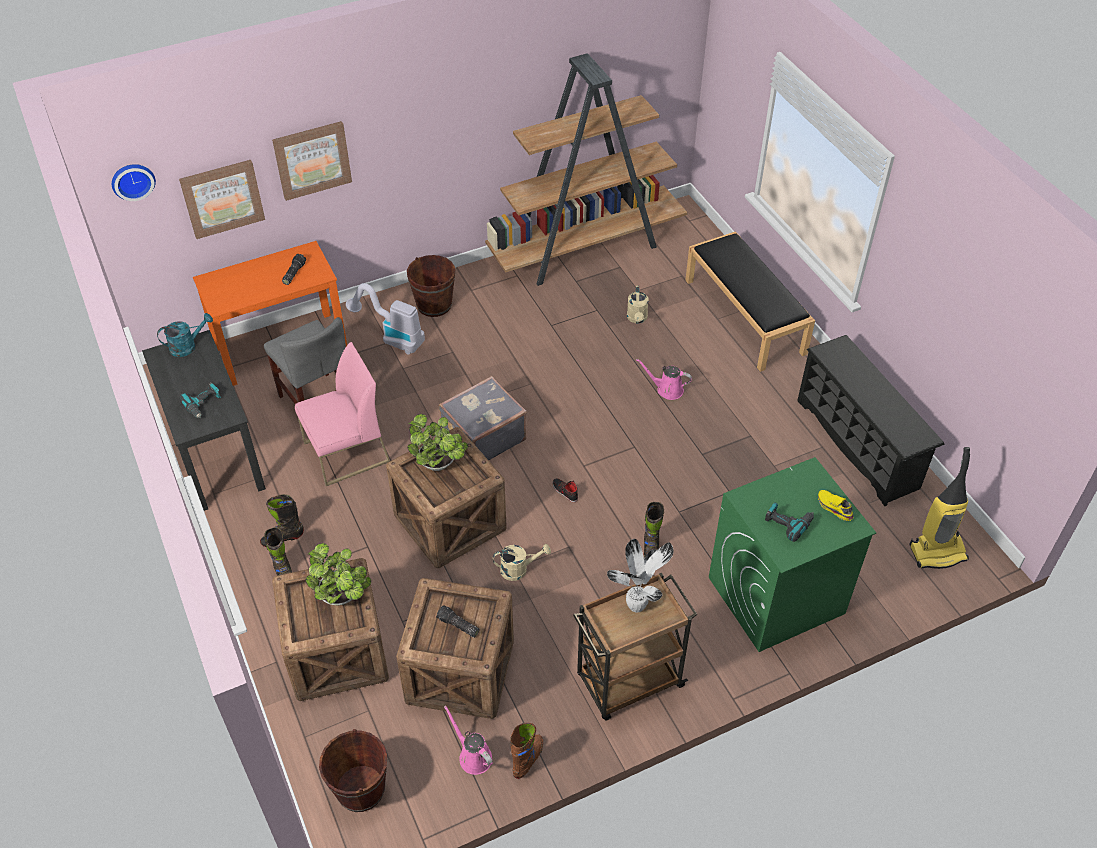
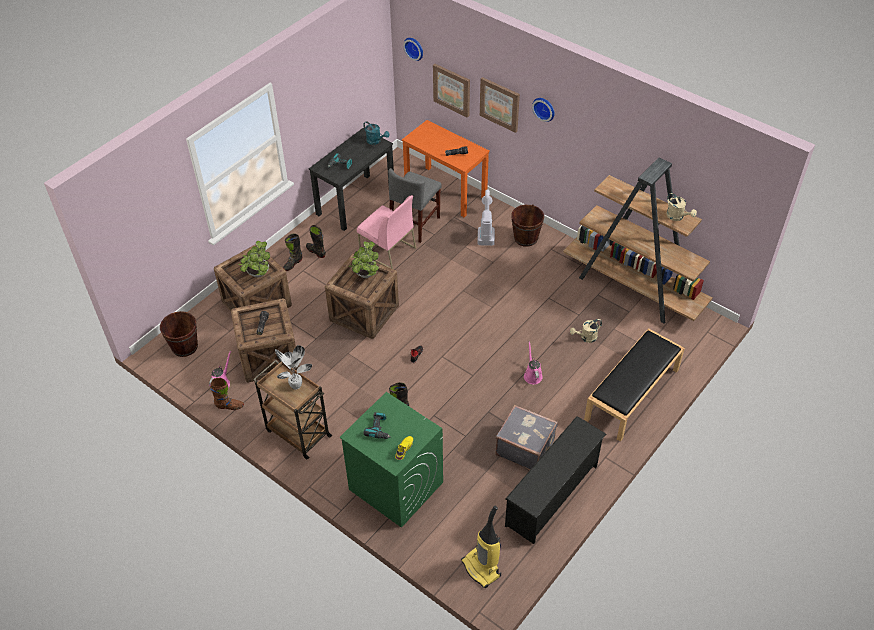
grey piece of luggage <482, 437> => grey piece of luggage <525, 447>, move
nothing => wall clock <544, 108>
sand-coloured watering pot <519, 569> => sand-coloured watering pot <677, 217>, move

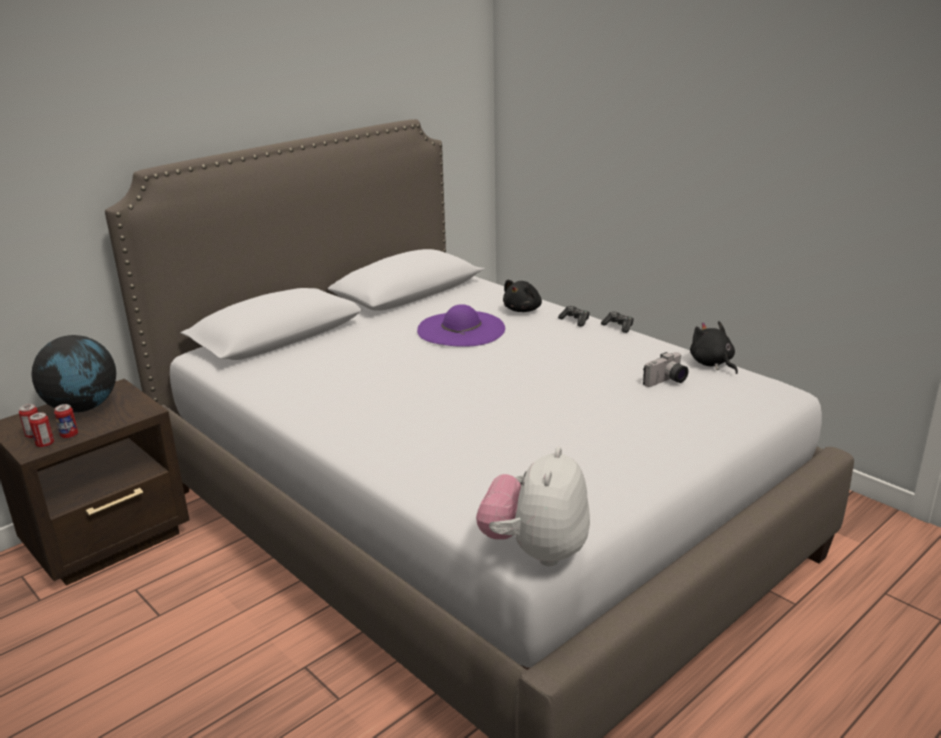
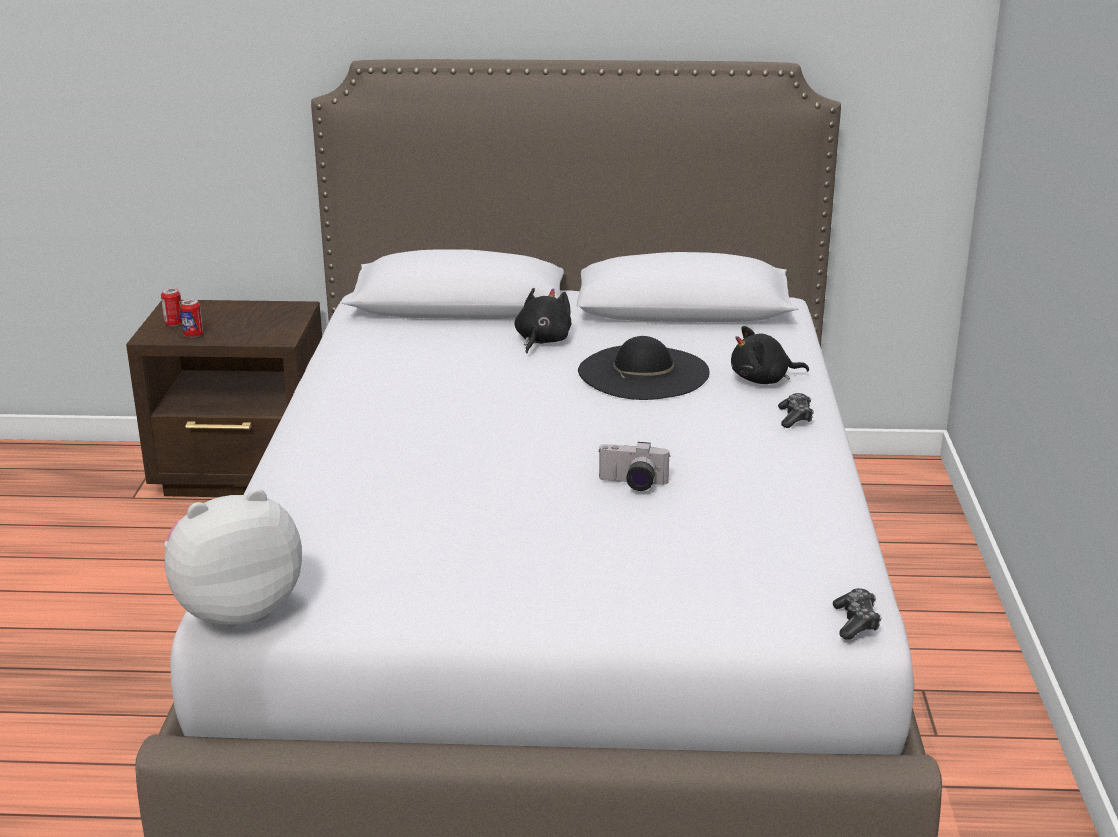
black cuddly toy <712, 363> => black cuddly toy <542, 341>, move
purplish clothing hat <461, 329> => black clothing hat <643, 372>
photo camera <667, 382> => photo camera <632, 484>, move
joypad <618, 326> => joypad <856, 622>, move
metal can <45, 444> => nothing
globe <83, 408> => nothing

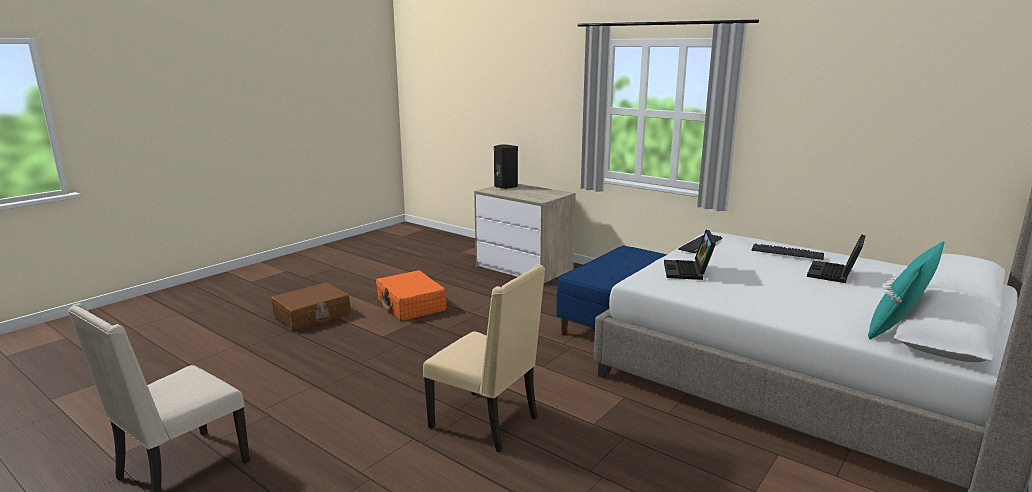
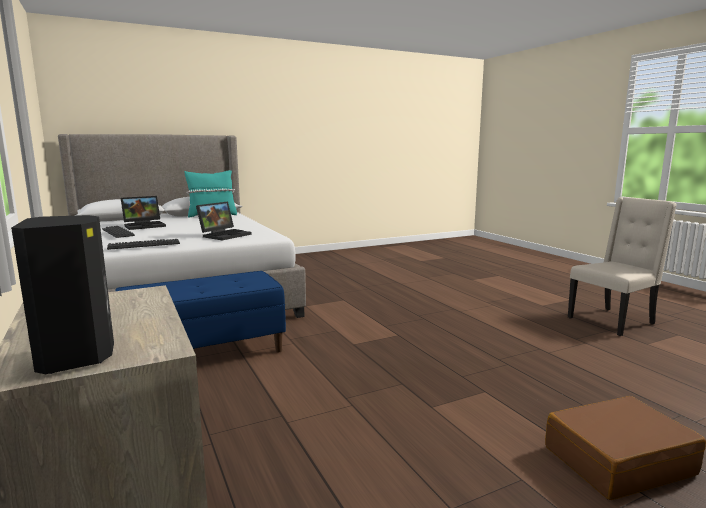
orangey piece of luggage <411, 305> => nothing
sand-coloured chair <487, 422> => nothing

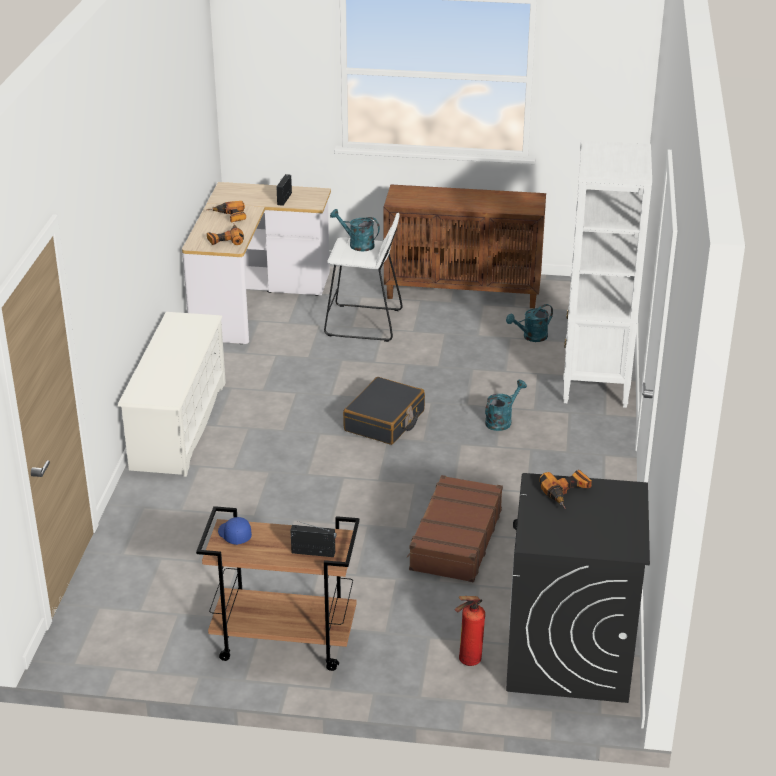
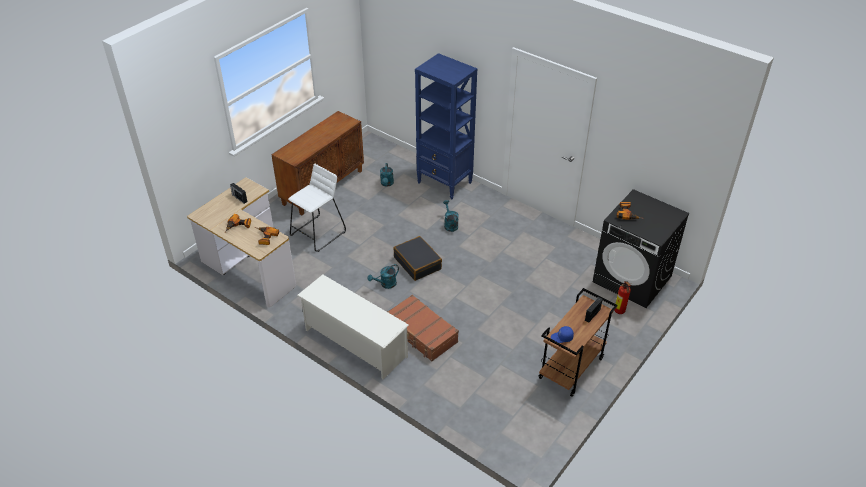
turquoise watering pot <357, 244> => turquoise watering pot <385, 284>, move
brown-coloured piece of luggage <455, 540> => brown-coloured piece of luggage <421, 333>, move
whitish bookcase <595, 384> => blue-coloured bookcase <445, 183>

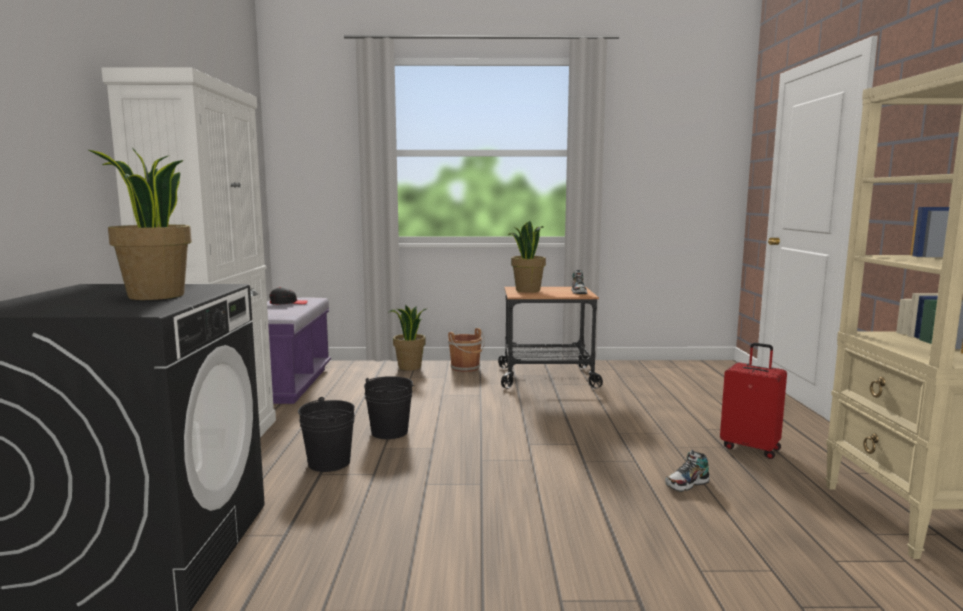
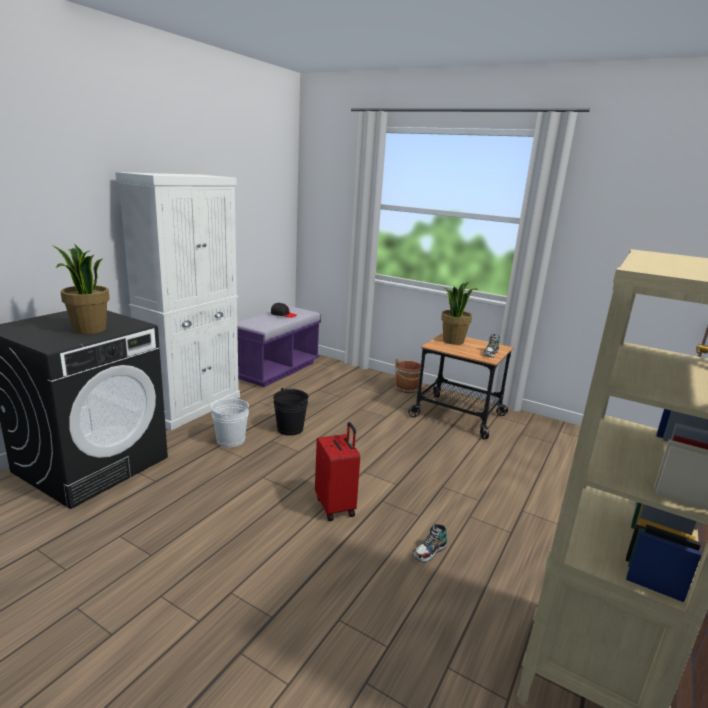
black water bucket <329, 462> => whitish water bucket <231, 440>
red-coloured piece of luggage <751, 448> => red-coloured piece of luggage <336, 506>, move
item of footwear <687, 484> => item of footwear <429, 552>, 45 degrees counterclockwise
plant in a pot <409, 367> => nothing

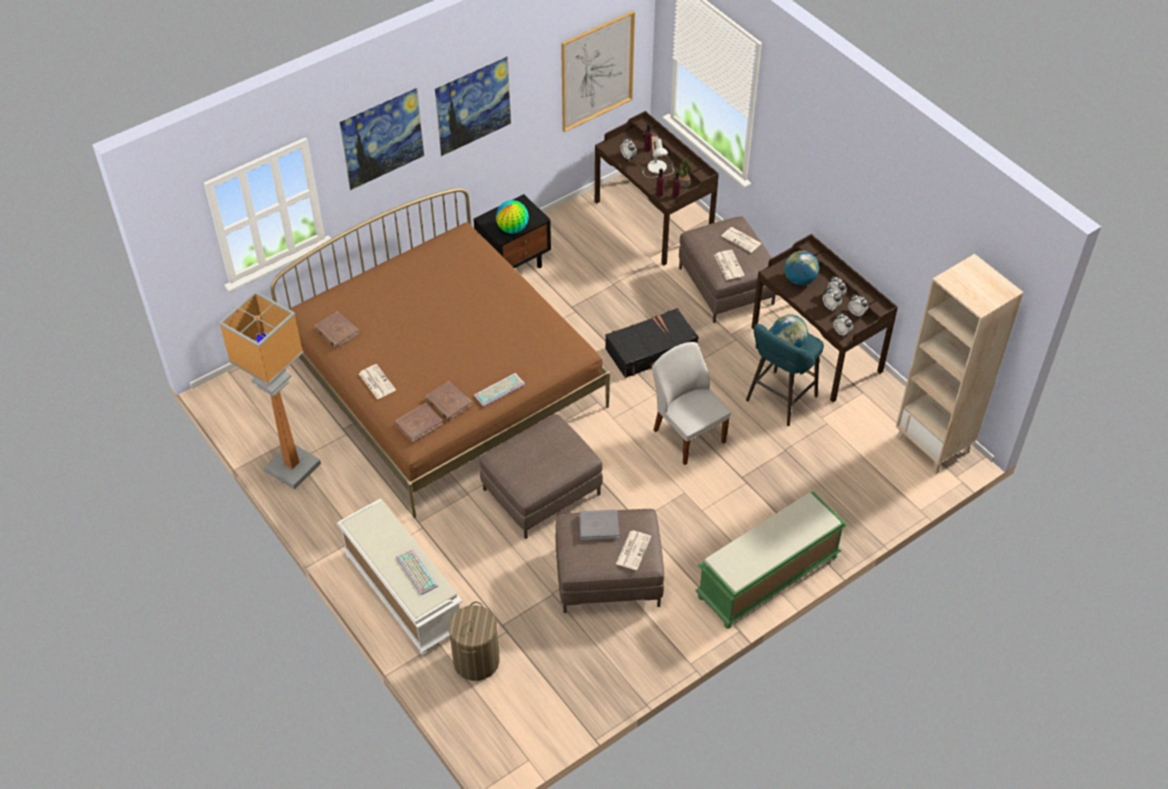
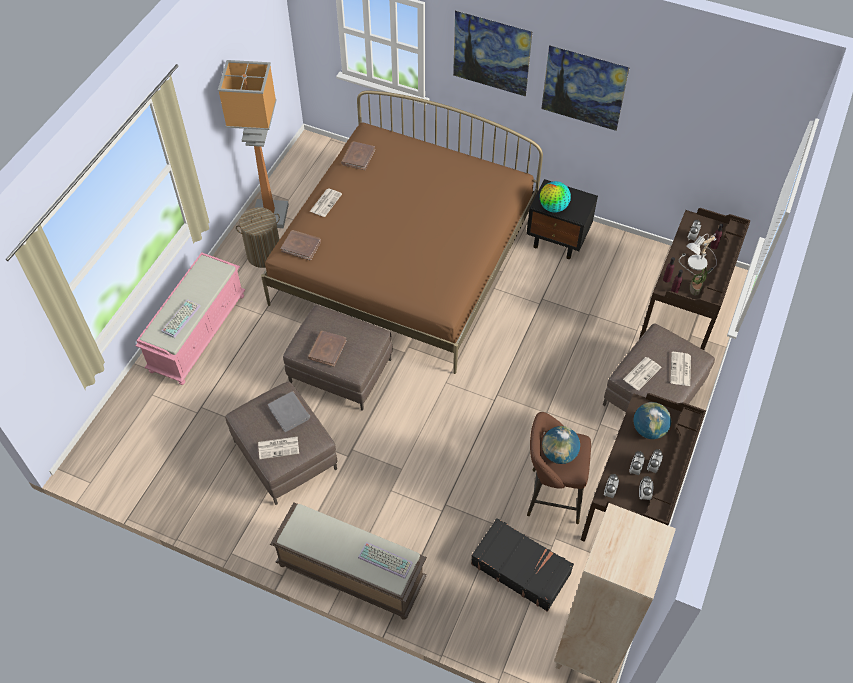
whitish long seat <402, 592> => pink long seat <197, 332>
hamper <476, 661> => hamper <264, 254>, move
green long seat <768, 577> => brown-coloured long seat <350, 573>
brown-coloured bound book <448, 403> => brown-coloured bound book <327, 349>, move
computer keyboard <499, 389> => computer keyboard <386, 559>, move
black piece of luggage <650, 349> => black piece of luggage <520, 568>, move
turquoise stool seat <779, 401> => brown-coloured stool seat <550, 495>
picture <597, 71> => nothing
whitish chair <688, 435> => nothing

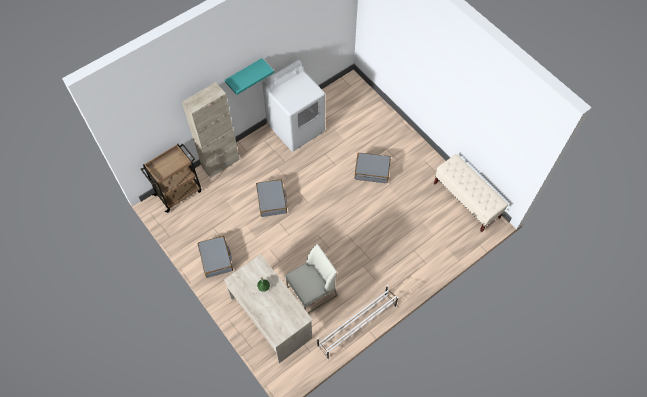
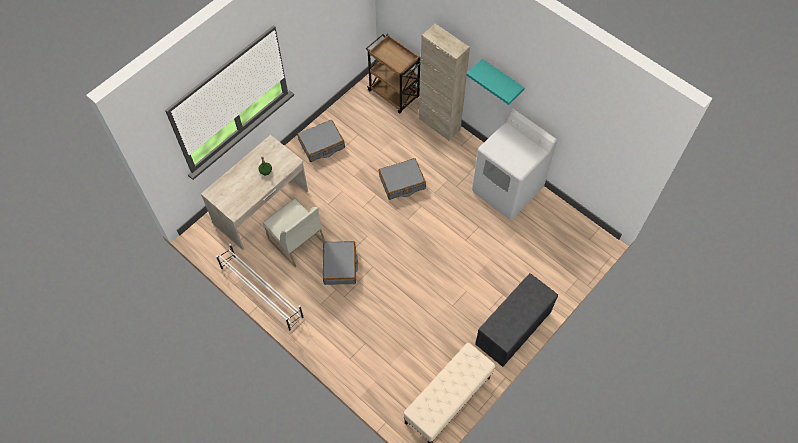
grey piece of luggage <372, 170> => grey piece of luggage <340, 266>, move
nothing => grey long seat <513, 329>

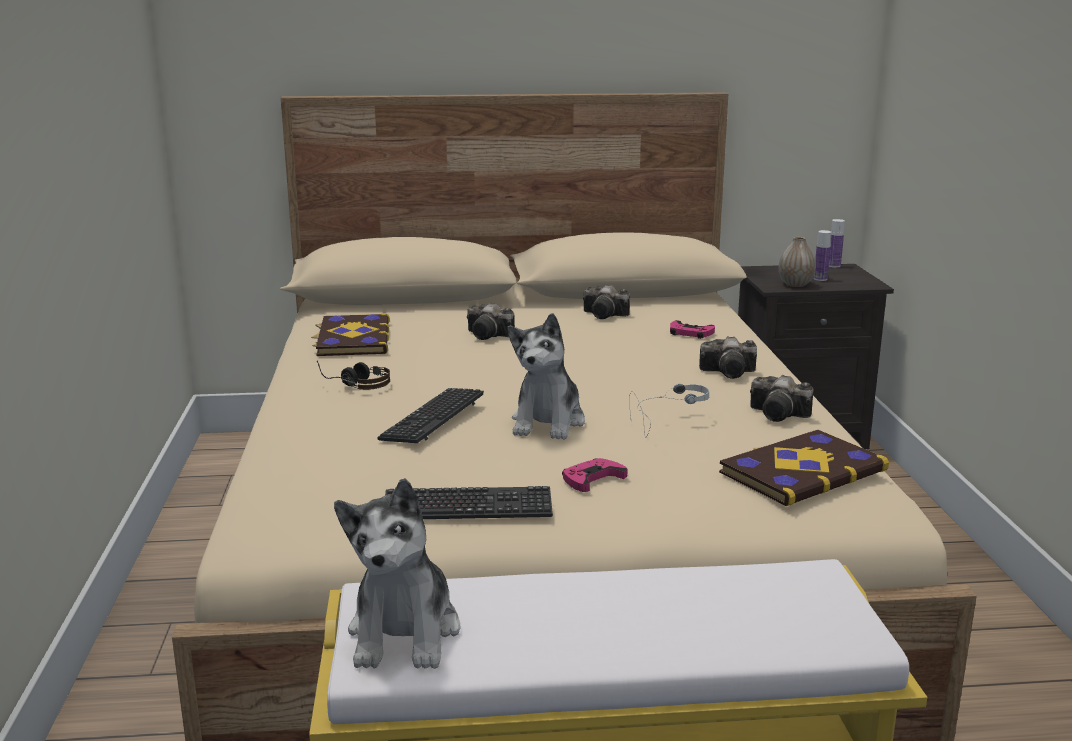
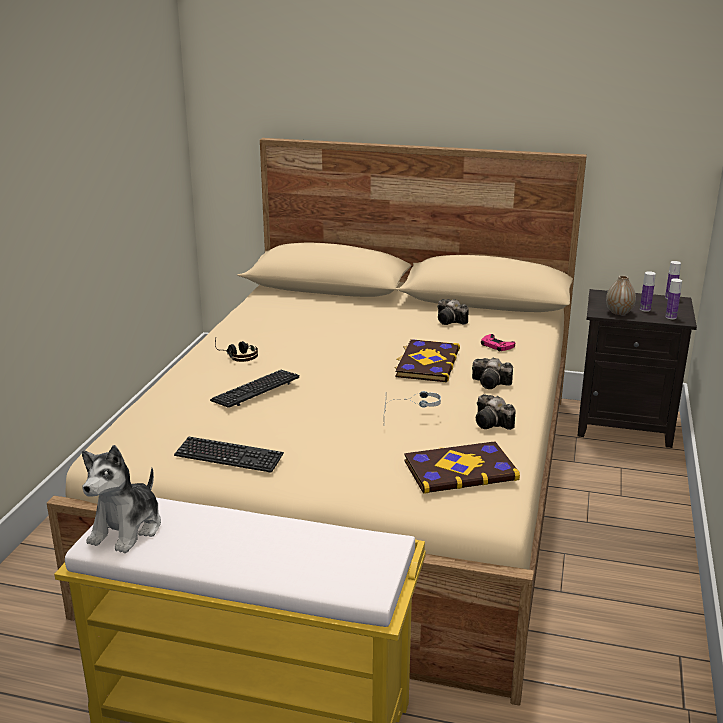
bound book <352, 339> => bound book <426, 363>, move
nothing => beverage bottle <671, 317>
photo camera <490, 335> => nothing
cuddly toy <548, 422> => nothing
pink joypad <592, 479> => nothing

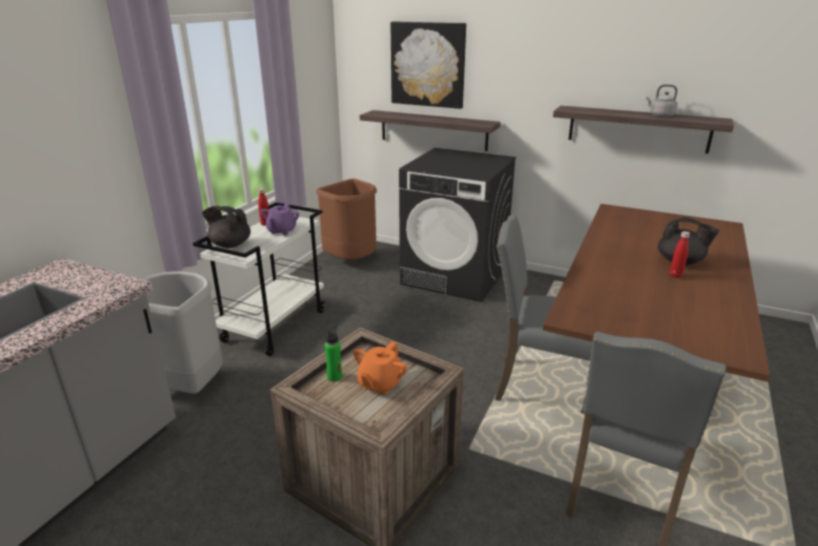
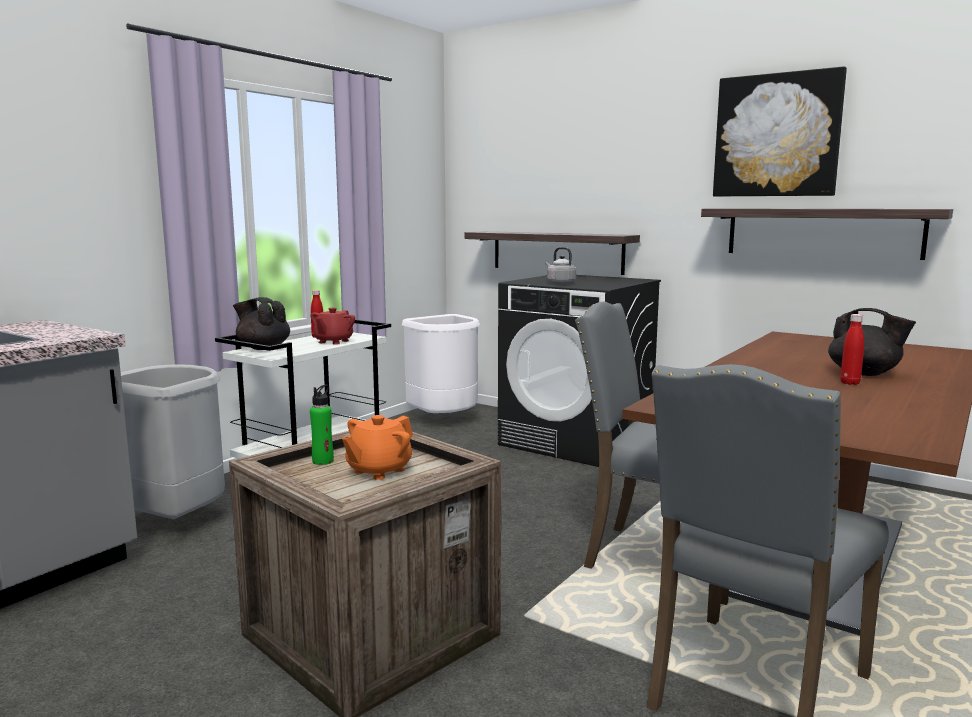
purplish pot for tea <281, 231> => red-coloured pot for tea <333, 341>
brown-coloured waste bin <352, 261> => whitish waste bin <444, 421>
grey water kettle <660, 115> => grey water kettle <559, 283>, move
picture <428, 64> => picture <777, 135>, move

